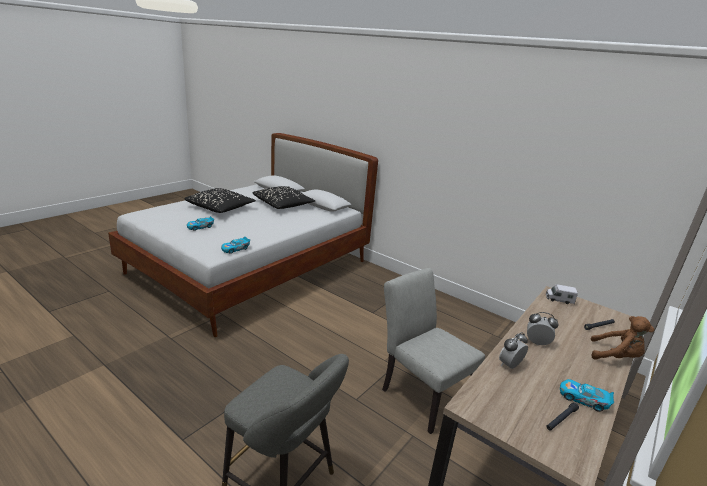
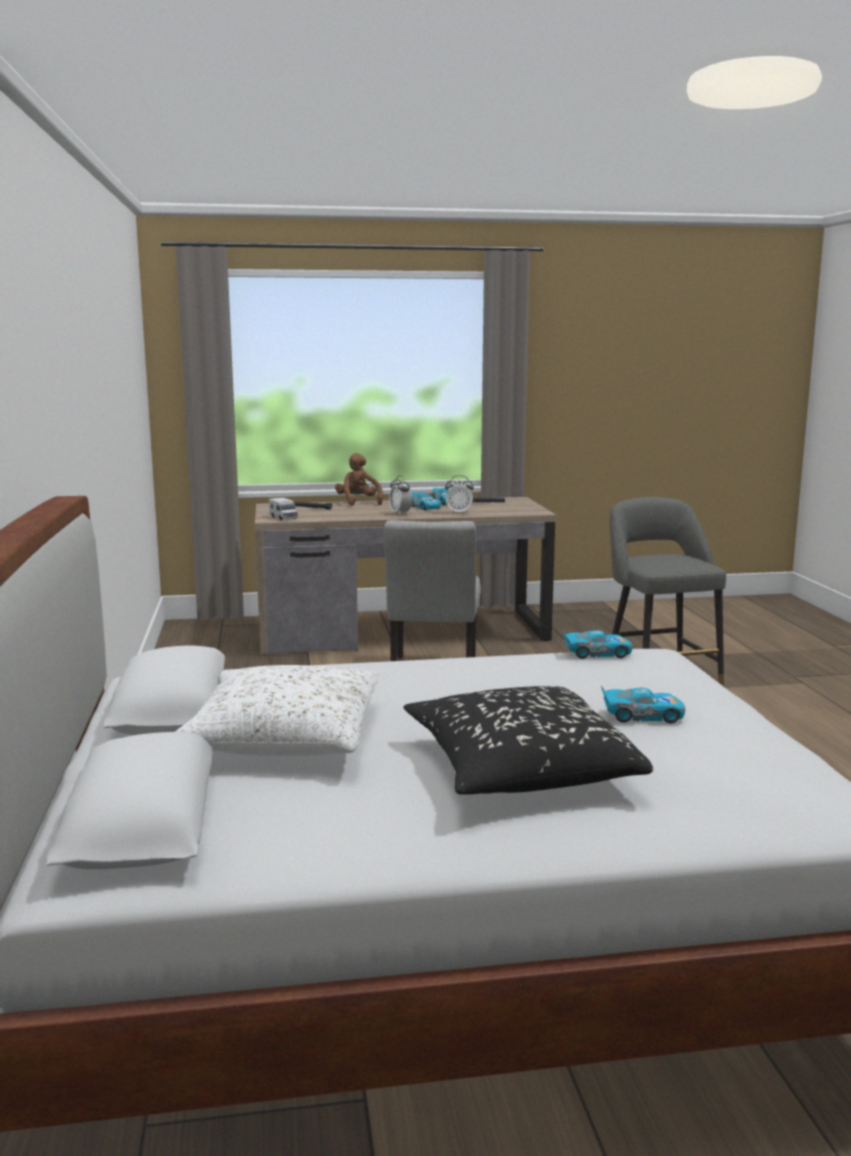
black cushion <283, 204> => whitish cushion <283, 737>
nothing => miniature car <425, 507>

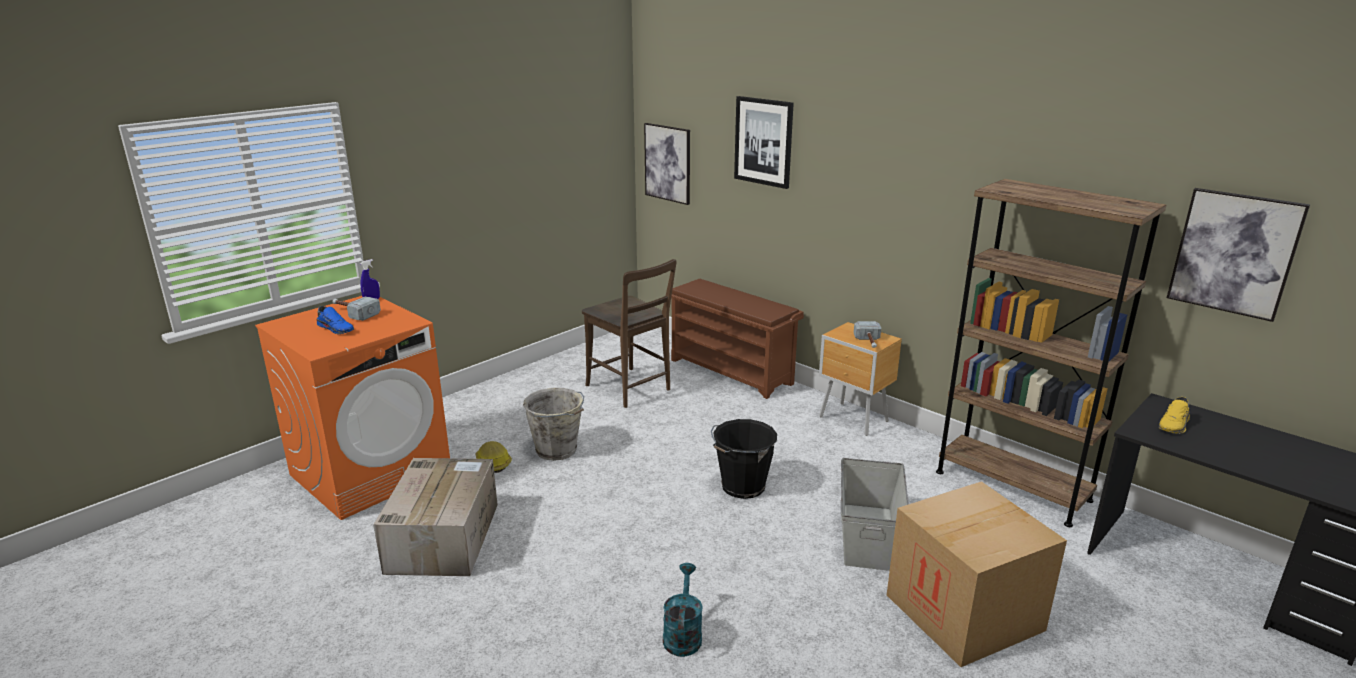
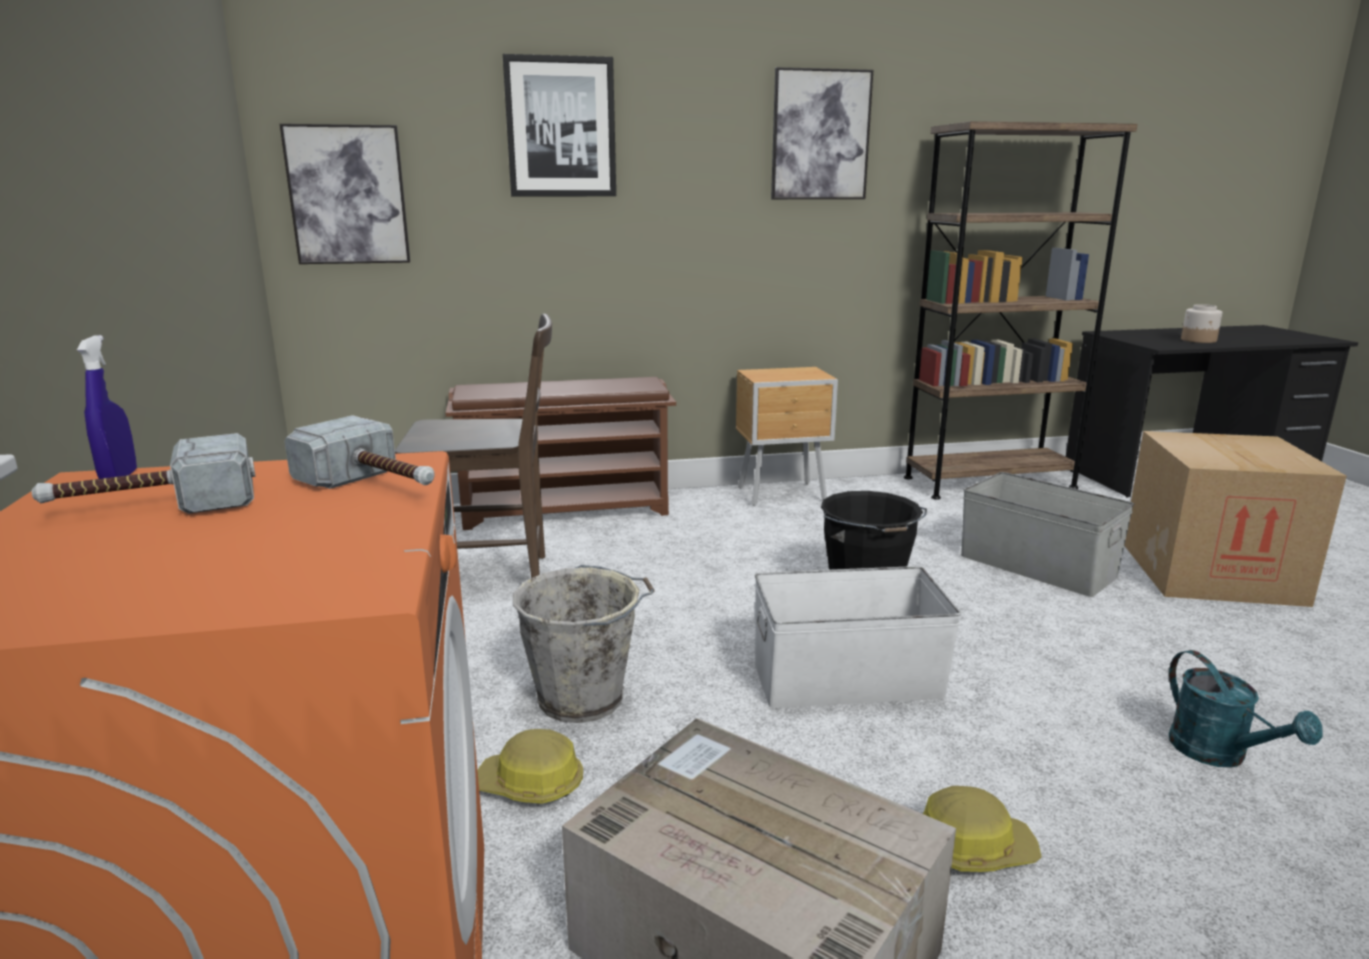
hammer <869, 342> => hammer <376, 485>, move
nothing => whitish storage container <845, 679>
picture <1234, 253> => picture <820, 135>, move
nothing => safety helmet <972, 848>
turquoise watering pot <682, 634> => turquoise watering pot <1219, 754>, 150 degrees counterclockwise
nothing => jar <1199, 340>
blue-coloured item of footwear <337, 328> => nothing
yellow-coloured item of footwear <1174, 425> => nothing

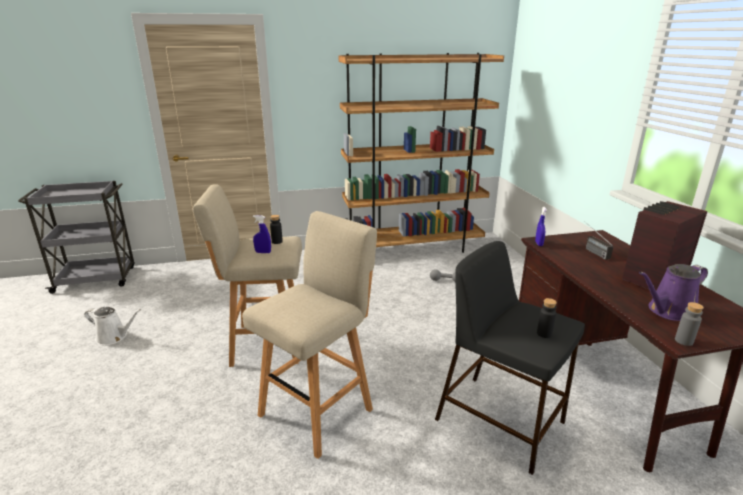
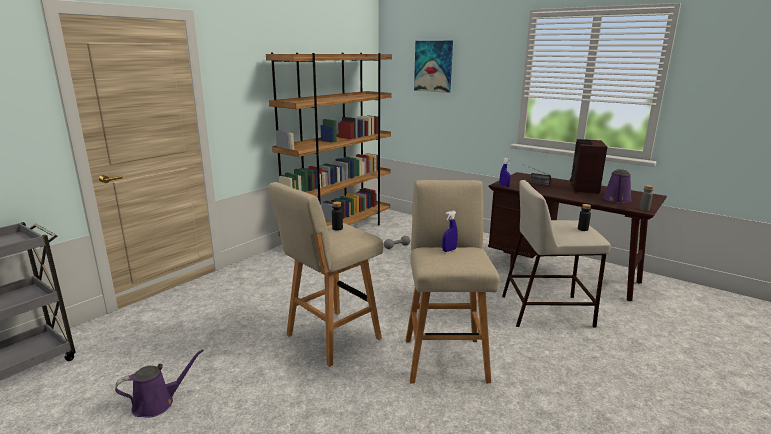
whitish watering pot <114, 337> => purplish watering pot <157, 403>
nothing => picture <433, 66>
blue-coloured hand sprayer <263, 252> => blue-coloured hand sprayer <449, 250>, move
black stool seat <501, 421> => sand-coloured stool seat <547, 310>

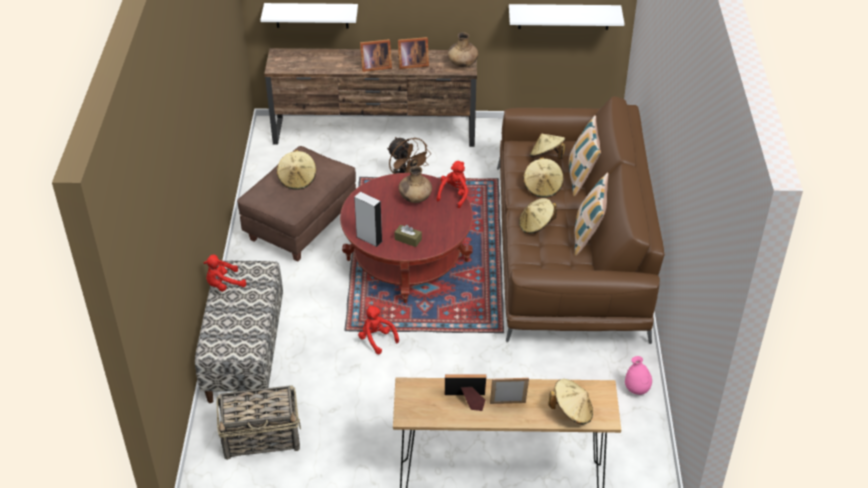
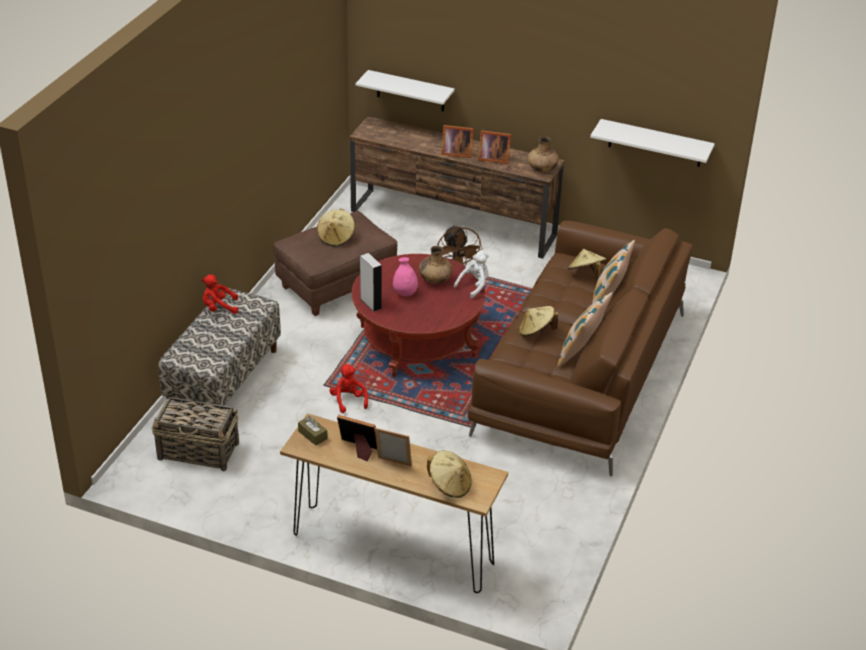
brown-coloured tissue holder <408, 239> => brown-coloured tissue holder <312, 435>, move
pink vase <636, 390> => pink vase <405, 293>, move
red-coloured cuddly toy <454, 195> => whitish cuddly toy <474, 286>
sand-coloured clothing hat <542, 187> => nothing

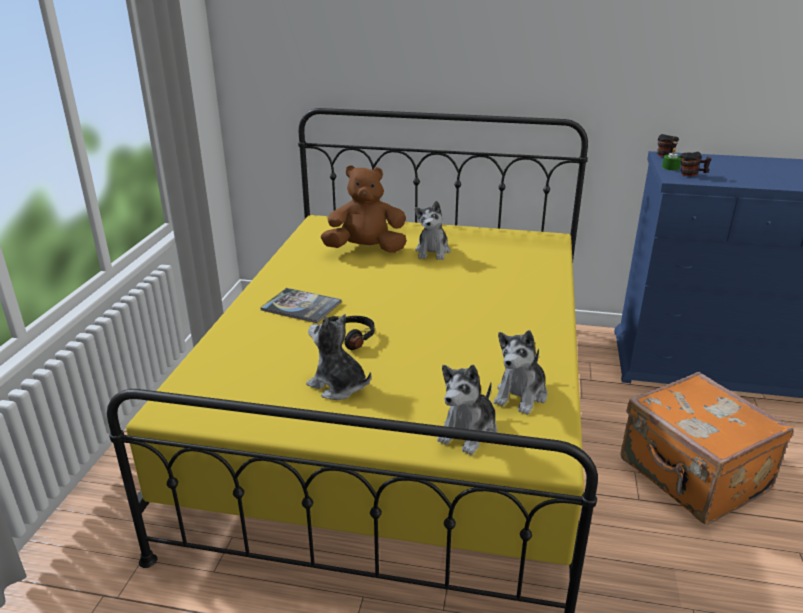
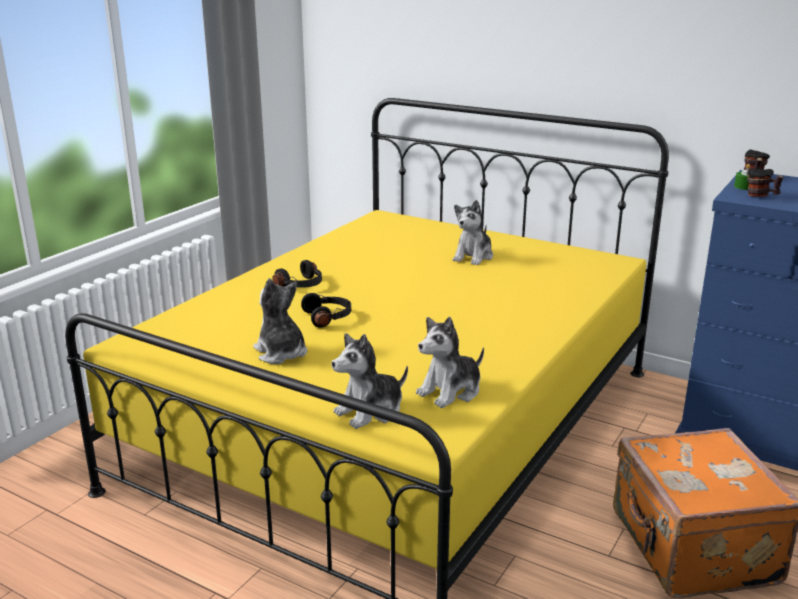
bound book <301, 306> => black headset <302, 285>
brown-coloured cuddly toy <366, 249> => nothing

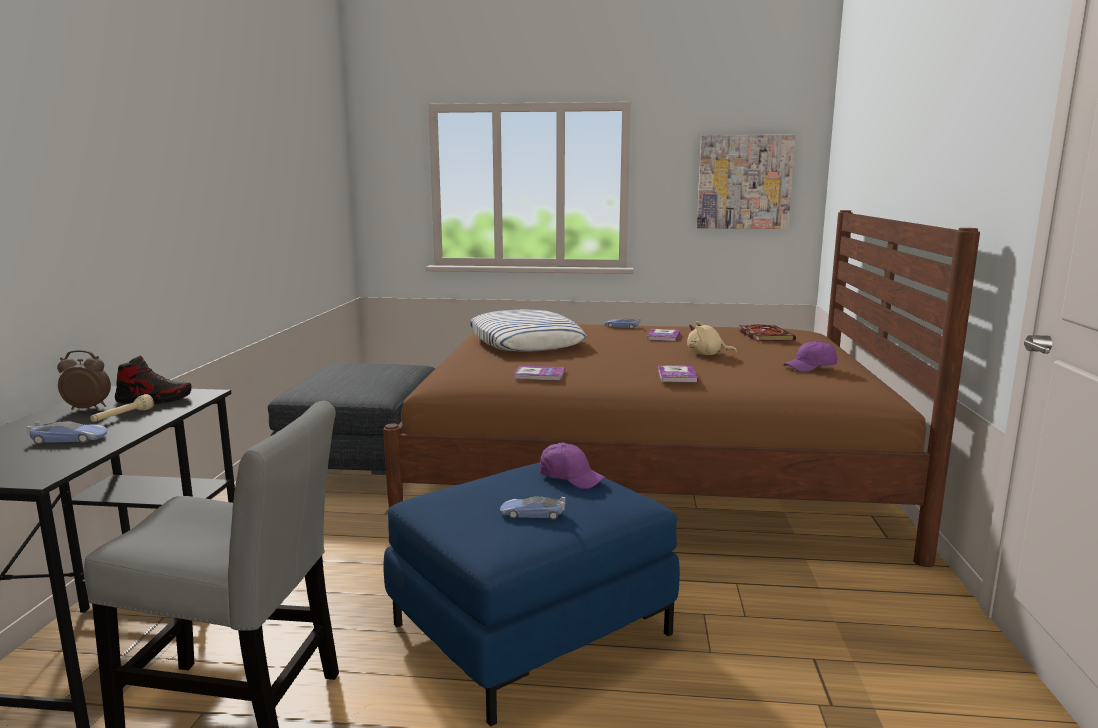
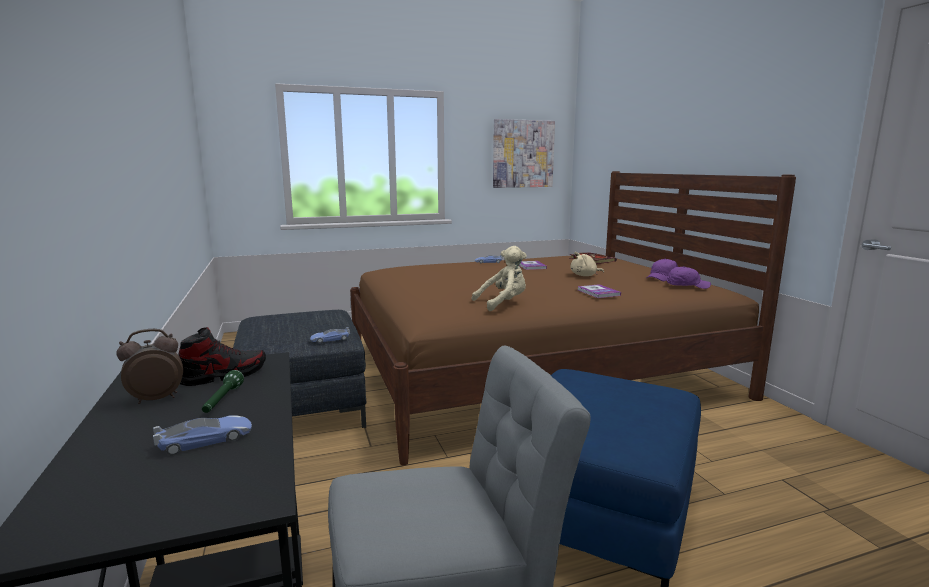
sand-coloured torch <122, 417> => green torch <222, 401>
miniature car <532, 513> => miniature car <330, 339>, move
bound book <539, 375> => sand-coloured cuddly toy <503, 303>
purplish baseball cap <571, 478> => purplish baseball cap <687, 286>, move
cushion <525, 341> => nothing

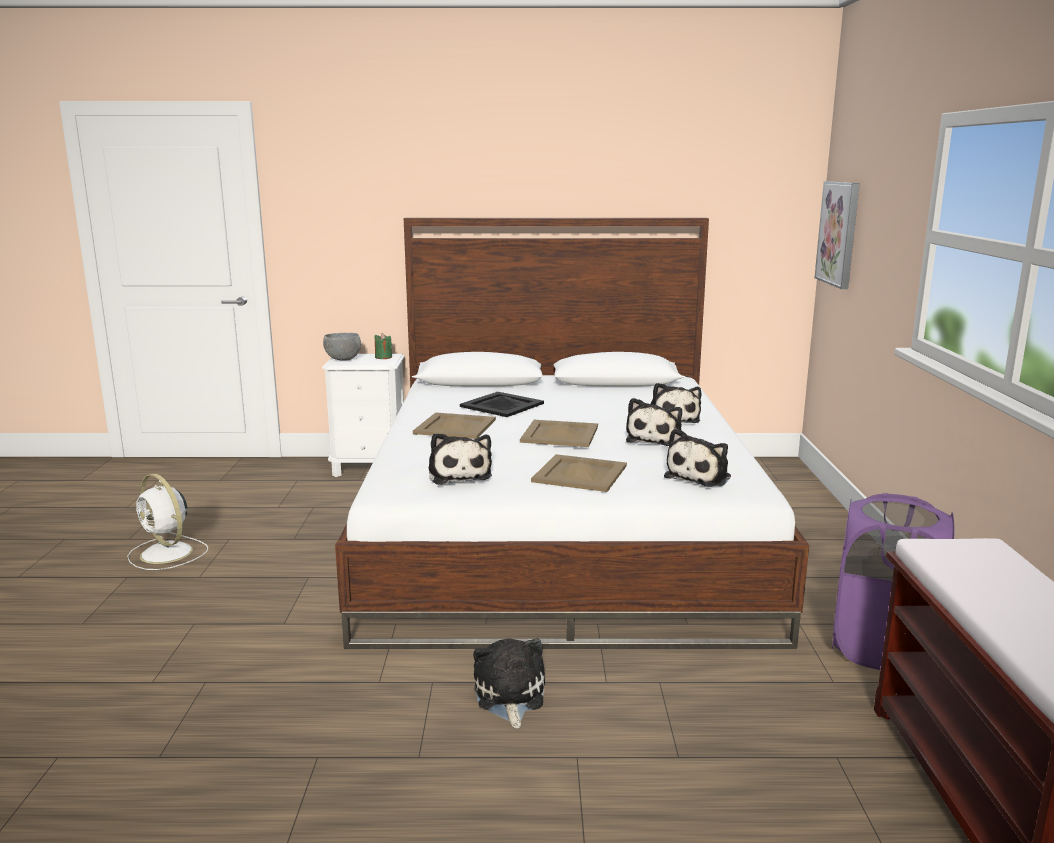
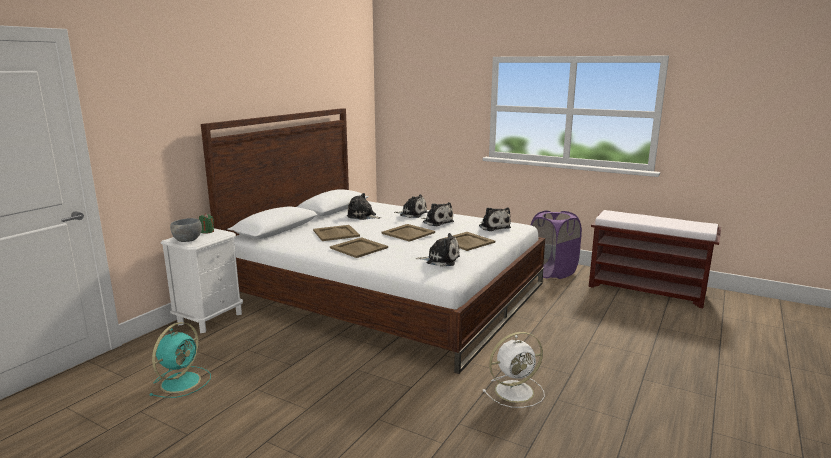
nothing => turquoise electric fan <182, 381>
black tray <502, 405> => sand-coloured tray <336, 233>
cuddly toy <509, 696> => cuddly toy <363, 216>, move
whitish electric fan <168, 554> => whitish electric fan <516, 391>, move
picture <839, 233> => nothing

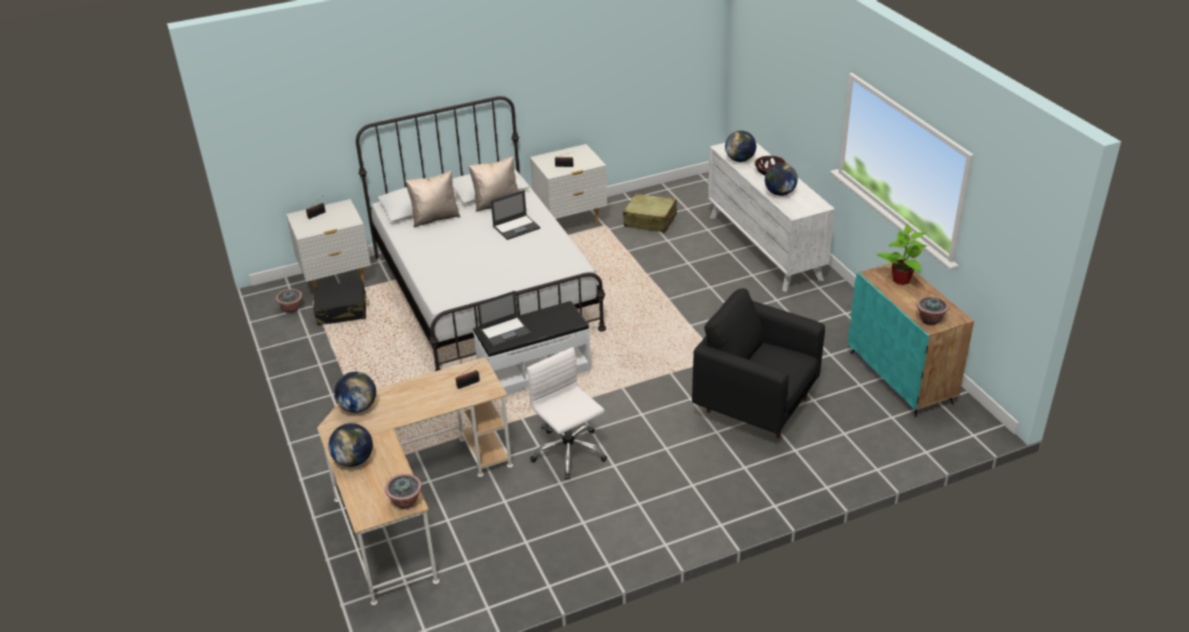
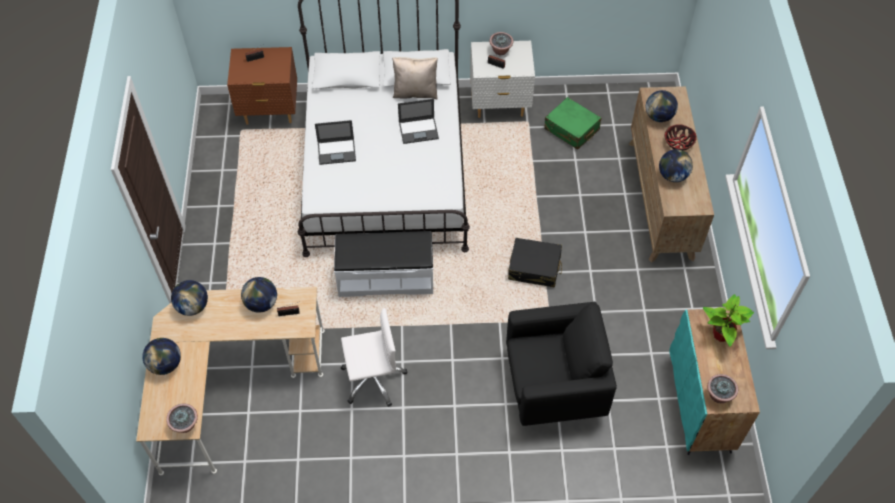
whitish nightstand <336, 280> => brown-coloured nightstand <269, 111>
nothing => globe <261, 303>
laptop <505, 331> => laptop <337, 151>, move
whitish computer chair <568, 452> => whitish computer chair <373, 379>, 90 degrees clockwise
plant in a pot <292, 309> => plant in a pot <500, 51>, move
black armchair <755, 404> => black armchair <554, 386>, 120 degrees clockwise
black piece of luggage <342, 311> => black piece of luggage <534, 268>, move
sand-coloured piece of luggage <650, 221> => green piece of luggage <571, 129>
whitish chest of drawers <765, 247> => brown-coloured chest of drawers <661, 199>
sand-coloured cushion <435, 218> => nothing

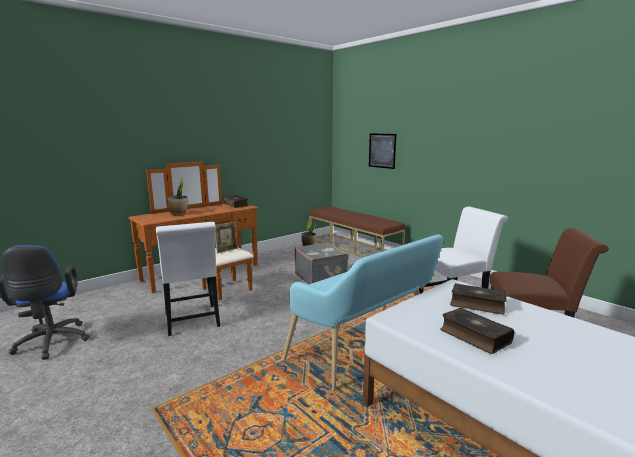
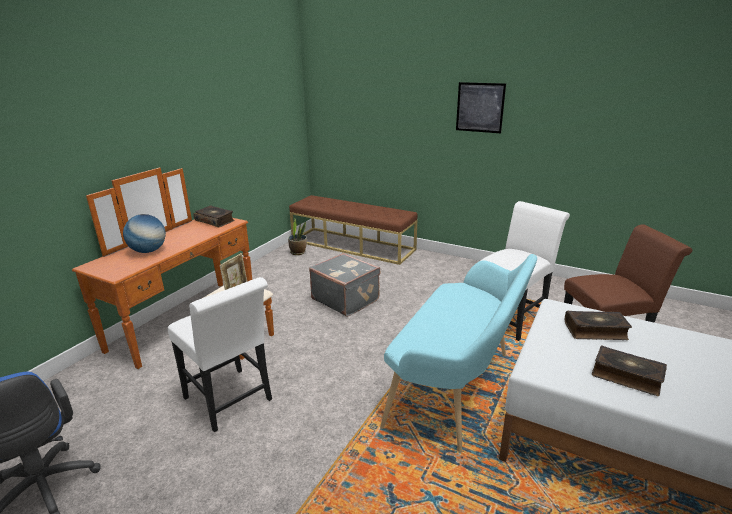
plant in a pot <179, 214> => globe <148, 251>
picture <382, 150> => picture <480, 107>, move

